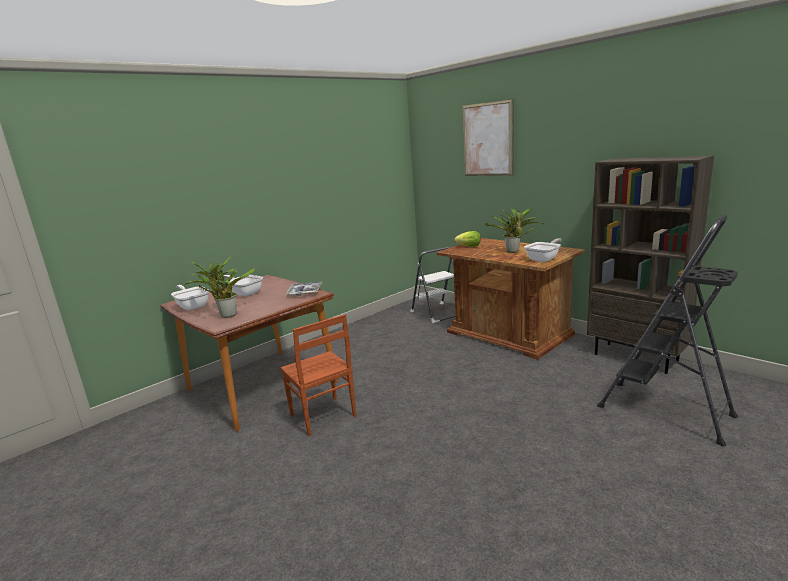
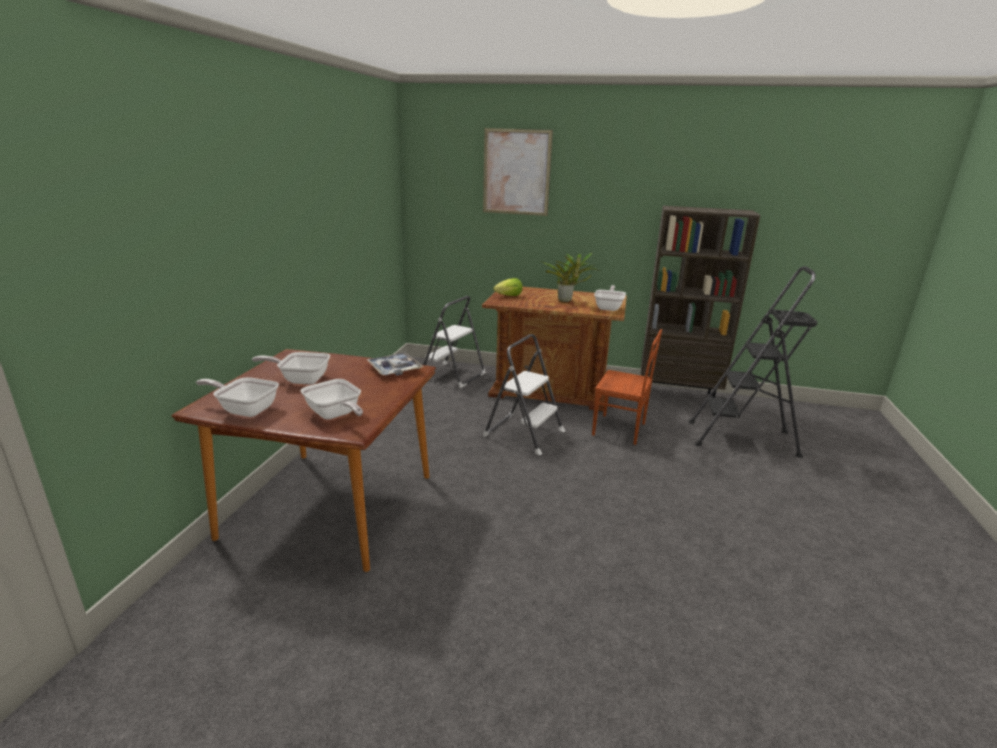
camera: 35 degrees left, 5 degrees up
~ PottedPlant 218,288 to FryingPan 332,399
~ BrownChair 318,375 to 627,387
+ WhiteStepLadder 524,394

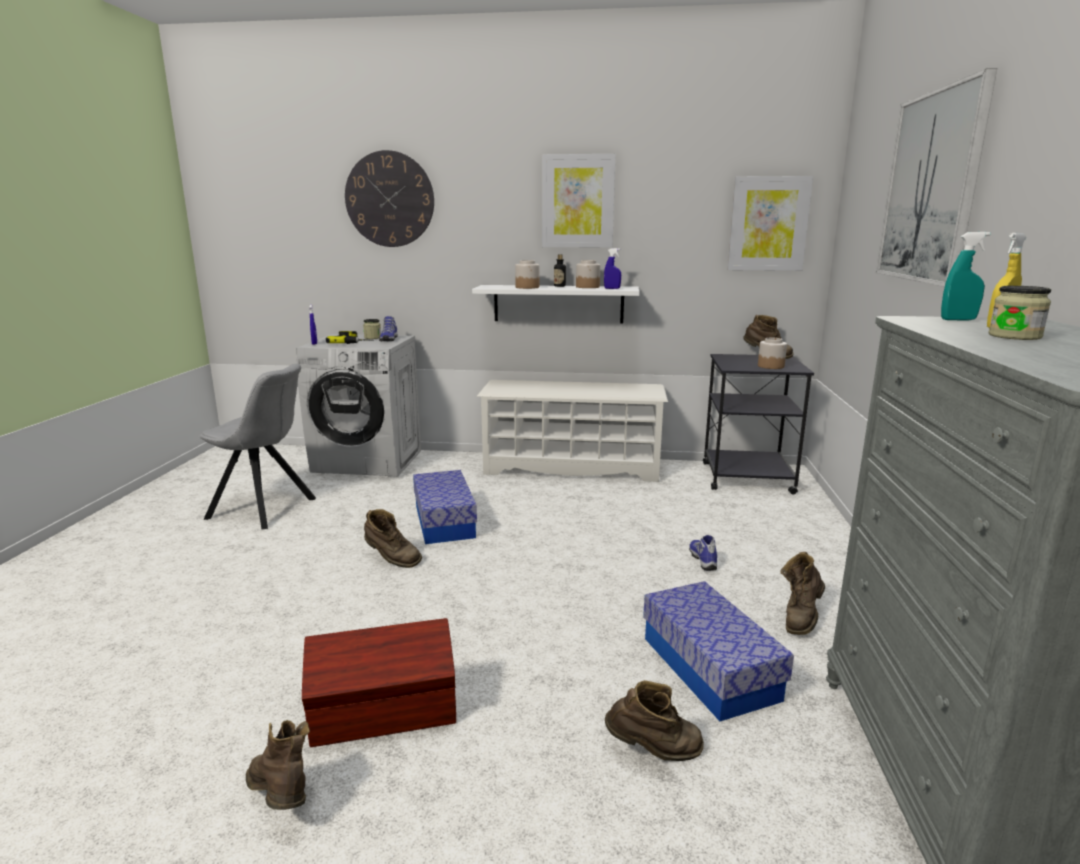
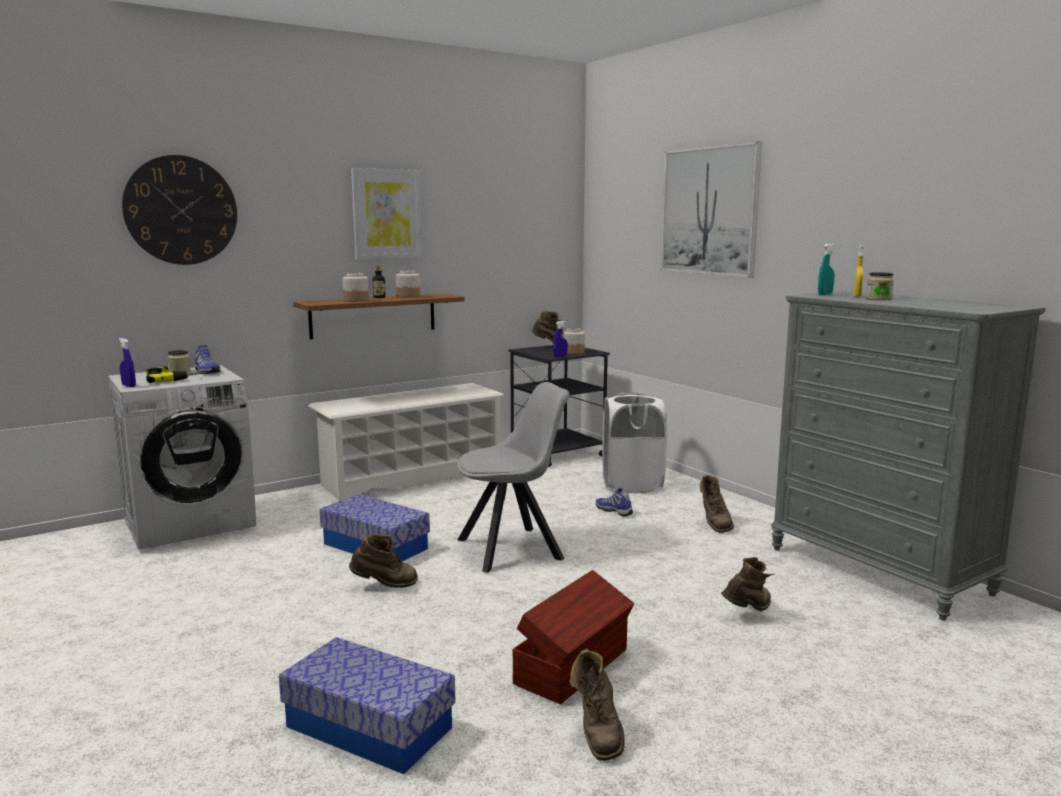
camera: 40 degrees left, 5 degrees down
~ GreyChair 258,447 to 513,477
~ BrownBoot 278,765 = 597,705 105 degrees counterclockwise
~ WhiteShelf 556,304 to BrownShelf 379,316
~ BlueSprayBottle 612,268 to 560,339
~ StorageBox 718,651 to 367,705
- Picture 770,223
+ WhiteLaundryBasket 634,442

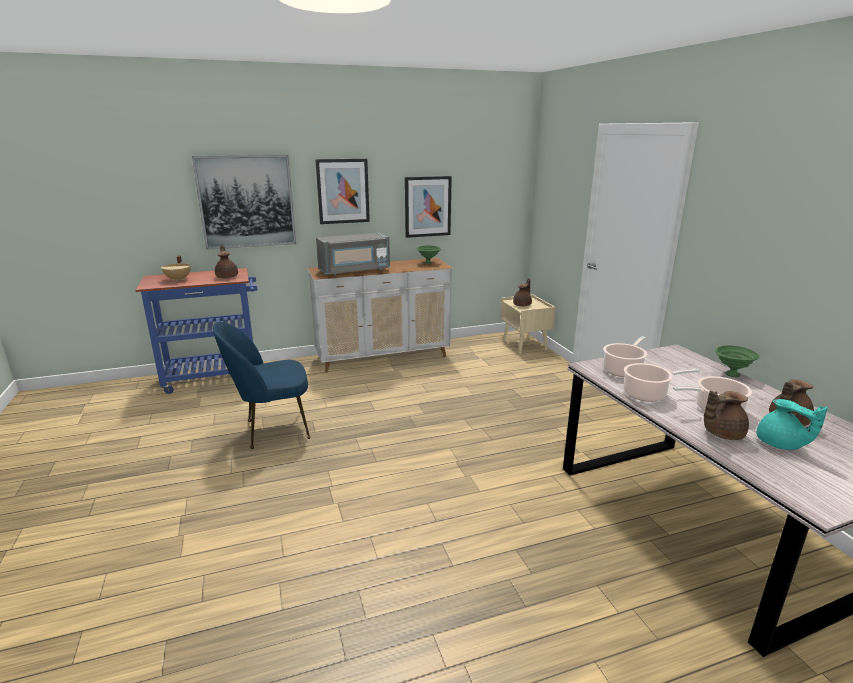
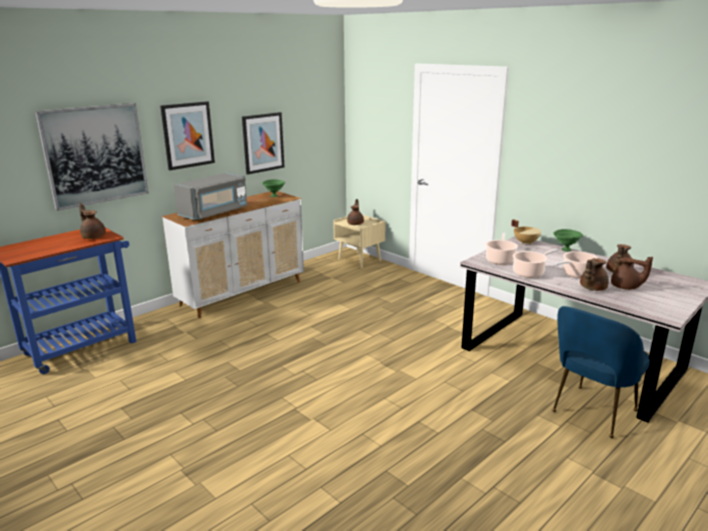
camera: 25 degrees left, 0 degrees up
~ BeigeCookingPot 176,268 to 526,232
~ BlueChair 262,385 to 601,372
~ TurquoiseTeapot 792,424 to BrownTeapot 632,273

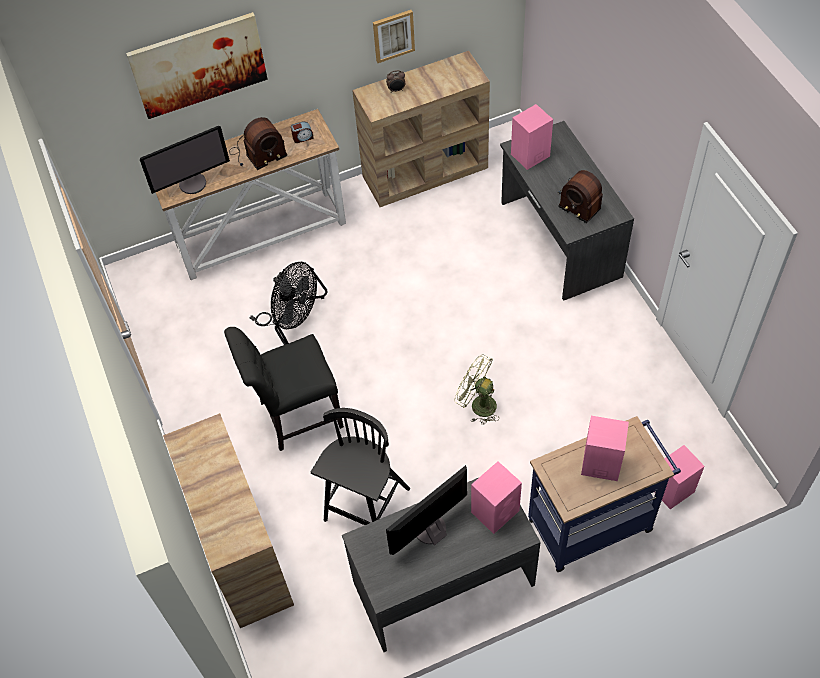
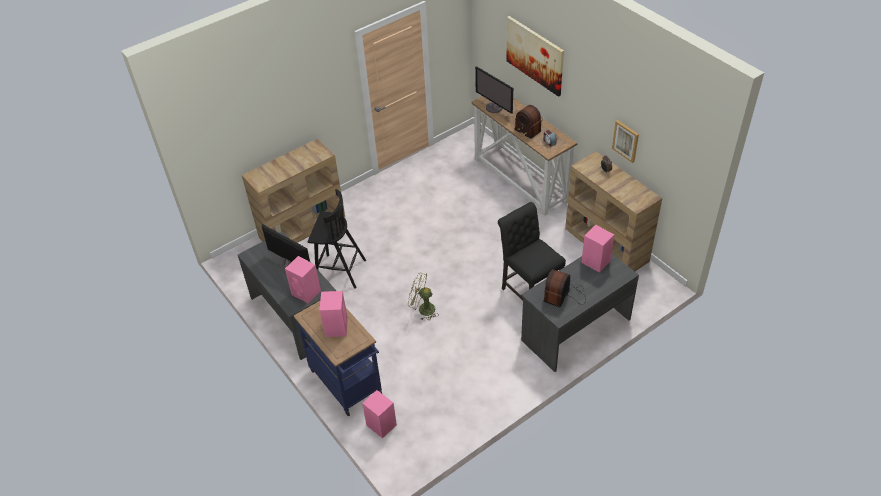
camera: 75 degrees right, 10 degrees down
~ BlackChair 284,389 to 532,251
- BlackFan 288,303
~ GreenFan 477,389 = 423,296 90 degrees counterclockwise

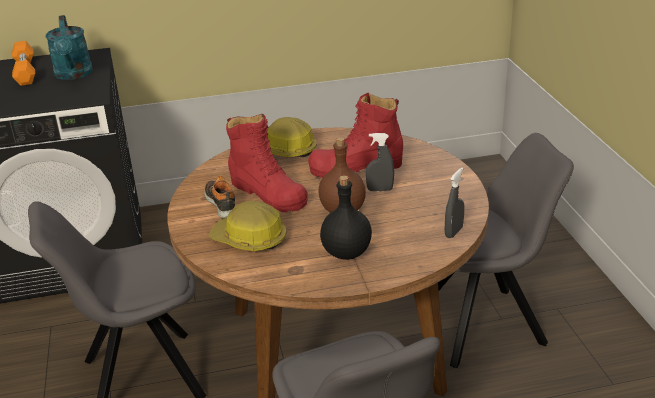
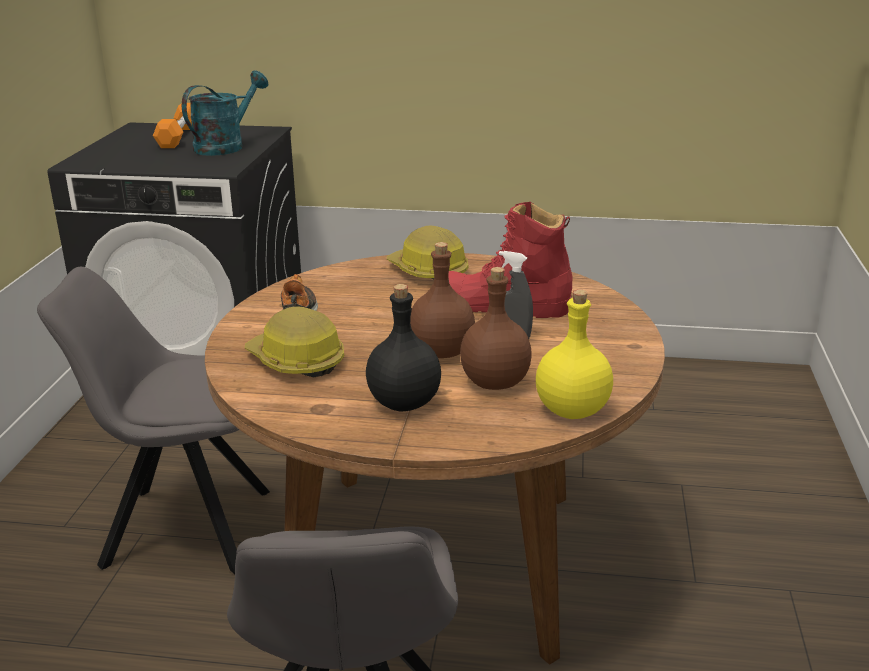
camera: 20 degrees right, 5 degrees down
~ TurquoiseWateringCan 69,47 = 225,113 150 degrees counterclockwise
- RedBoot 267,163
- GreyChair 506,250
~ GreySprayBottle 454,203 to YellowBottle 574,354
+ BrownBottle 496,328

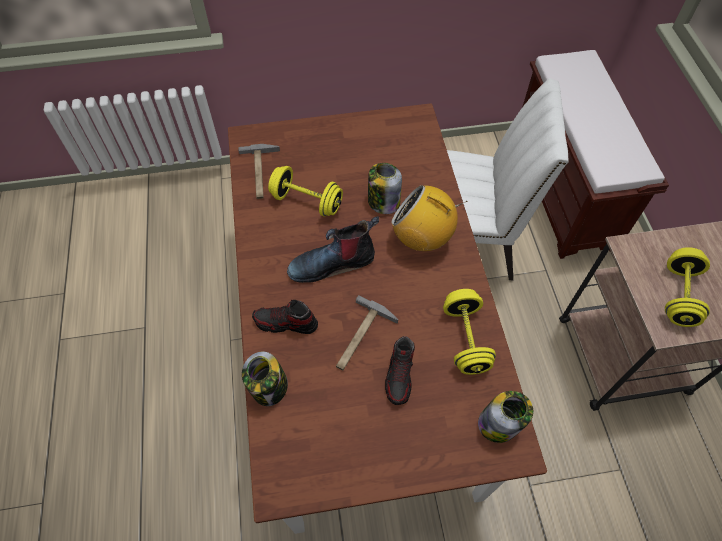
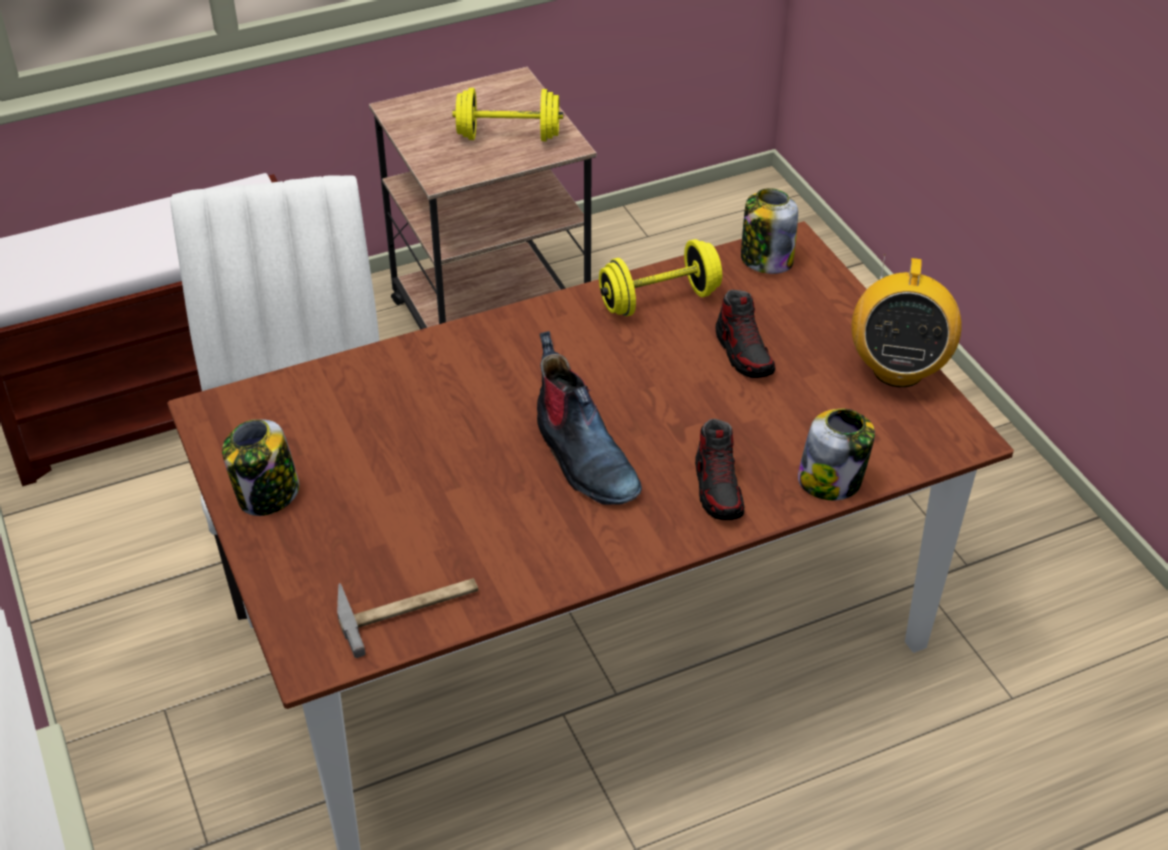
camera: 105 degrees left, 15 degrees down
- YellowDumbbell 305,191
- Hammer 367,332
~ Jar 385,188 to 260,467
~ Shoe 400,370 = 745,334 75 degrees clockwise
~ Radio 429,218 to 906,320

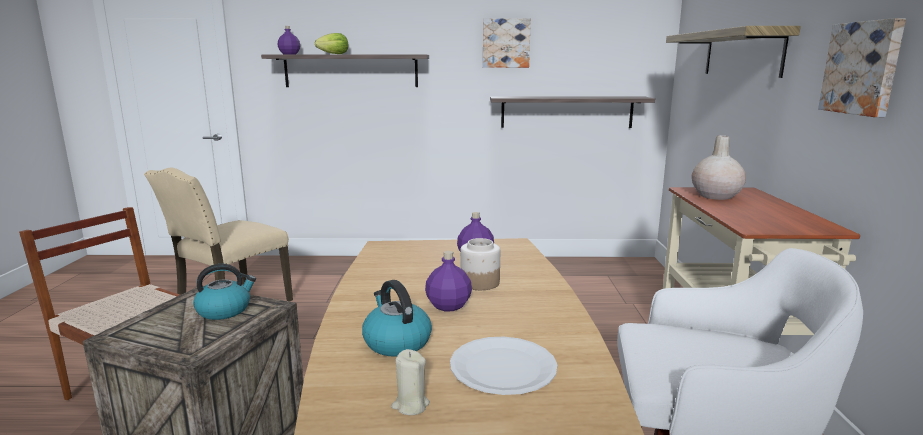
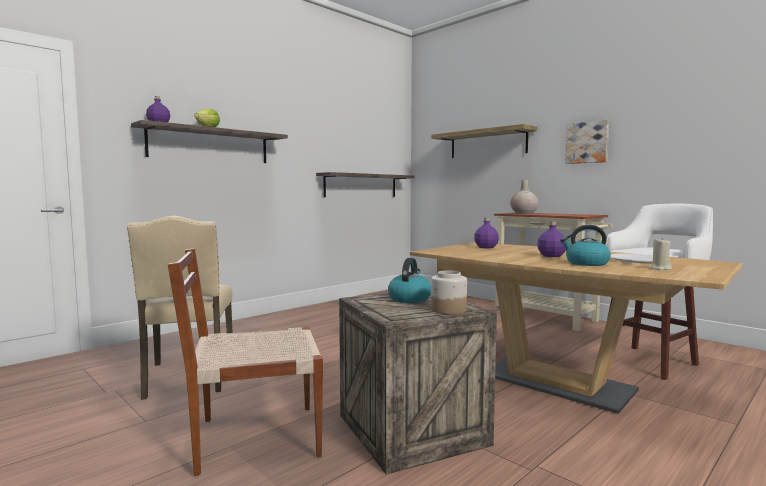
camera: 45 degrees left, 10 degrees down
~ Jar 480,264 to 449,292
- Picture 507,43

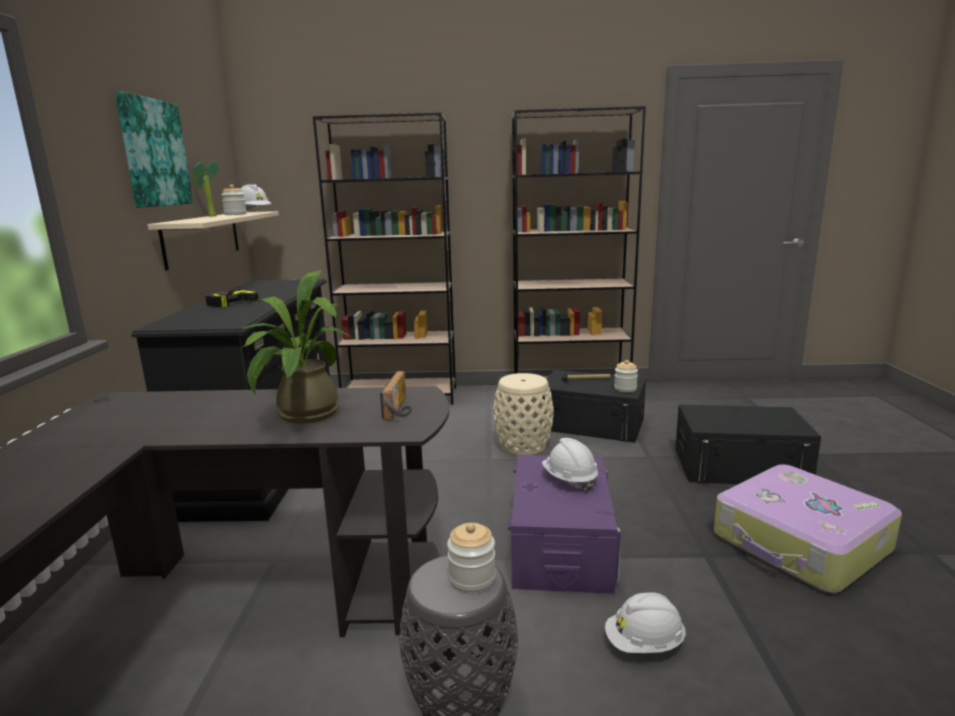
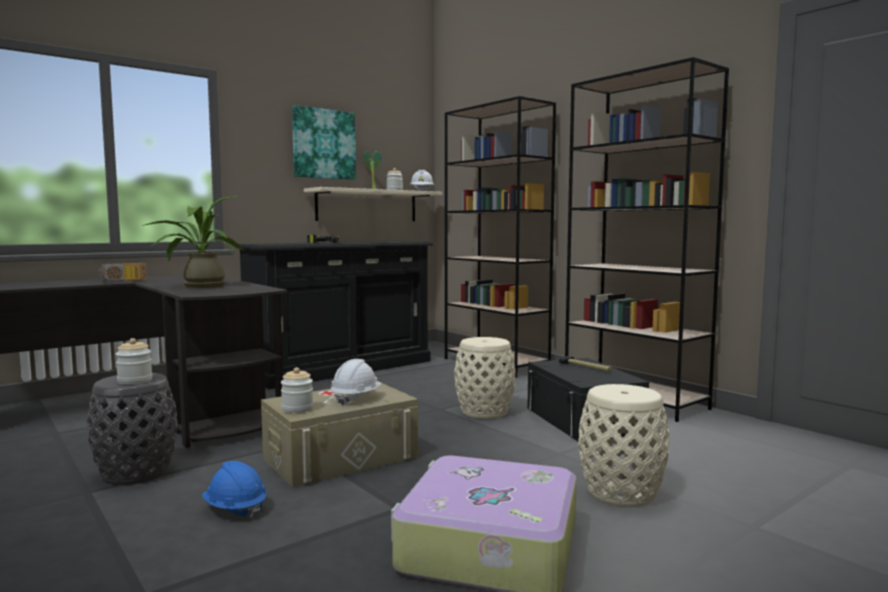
camera: 50 degrees right, 10 degrees down
~ Radio 396,395 to 123,272
~ PurpleStorageBox 564,524 to BeigeStorageBox 339,435
~ WhiteHardHat 645,623 to BlueHardHat 234,489
~ Jar 626,376 to 297,390
~ BlackStorageBox 748,444 to BeigeStool 624,445

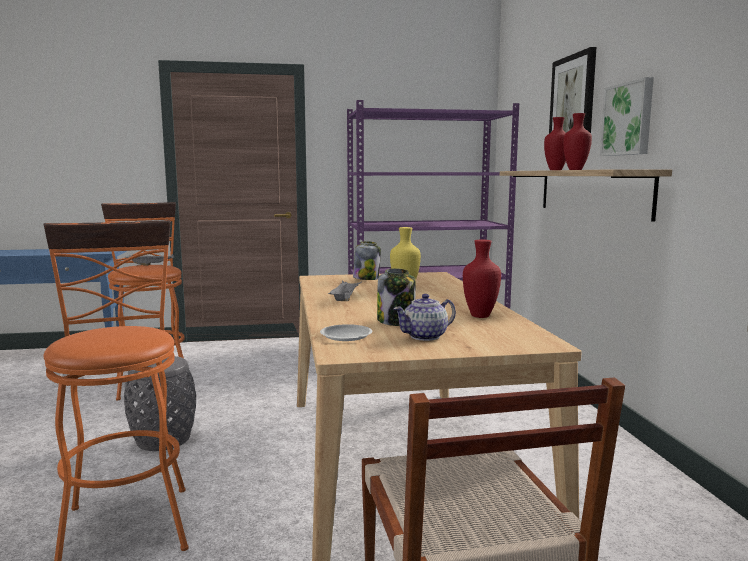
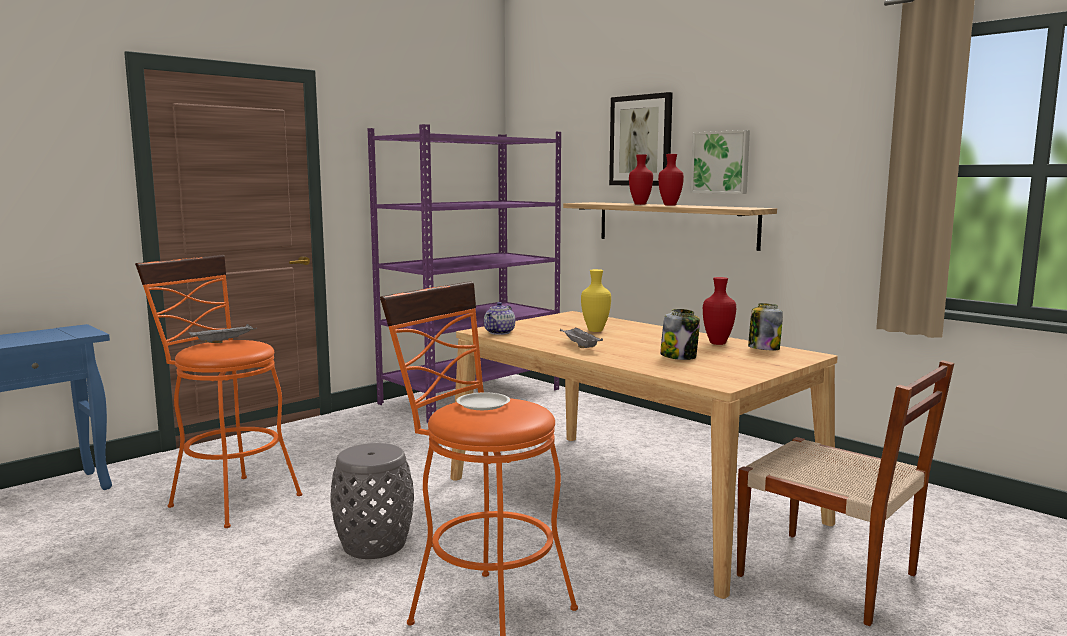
camera: 35 degrees left, 0 degrees up
~ WhitePlate 346,332 to 483,401
~ Jar 367,260 to 765,326
~ Teapot 424,317 to 499,318

